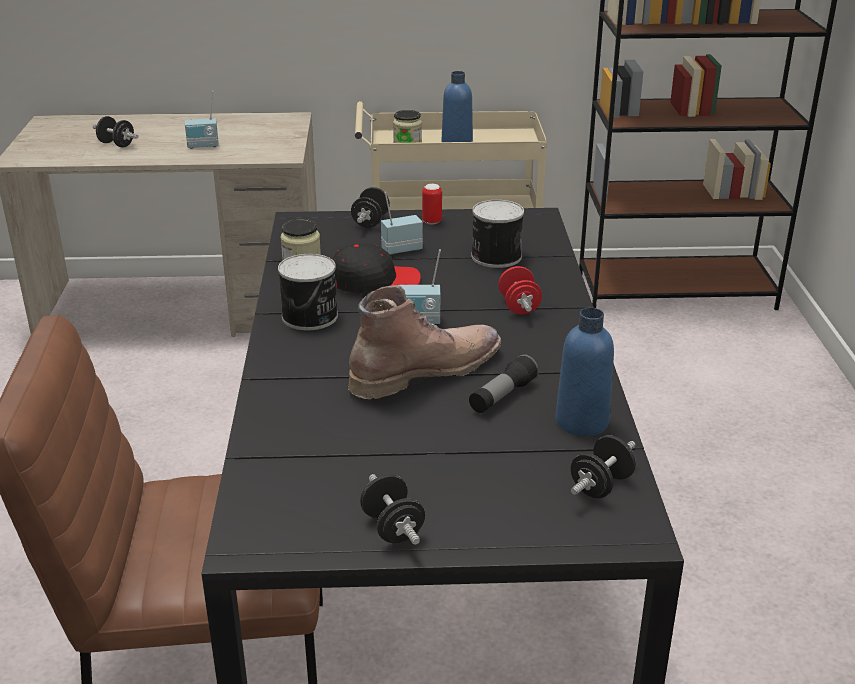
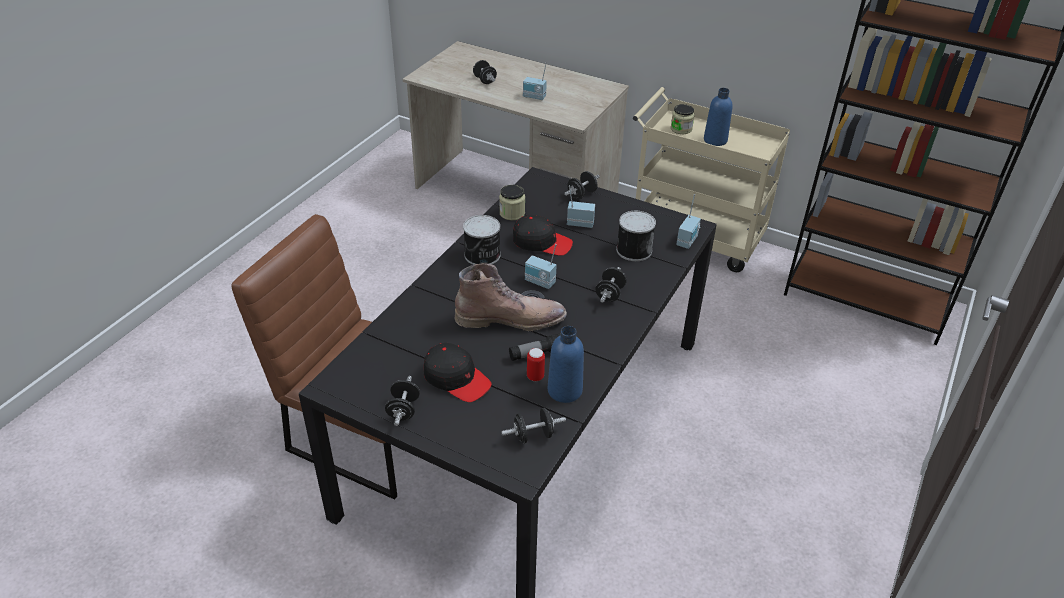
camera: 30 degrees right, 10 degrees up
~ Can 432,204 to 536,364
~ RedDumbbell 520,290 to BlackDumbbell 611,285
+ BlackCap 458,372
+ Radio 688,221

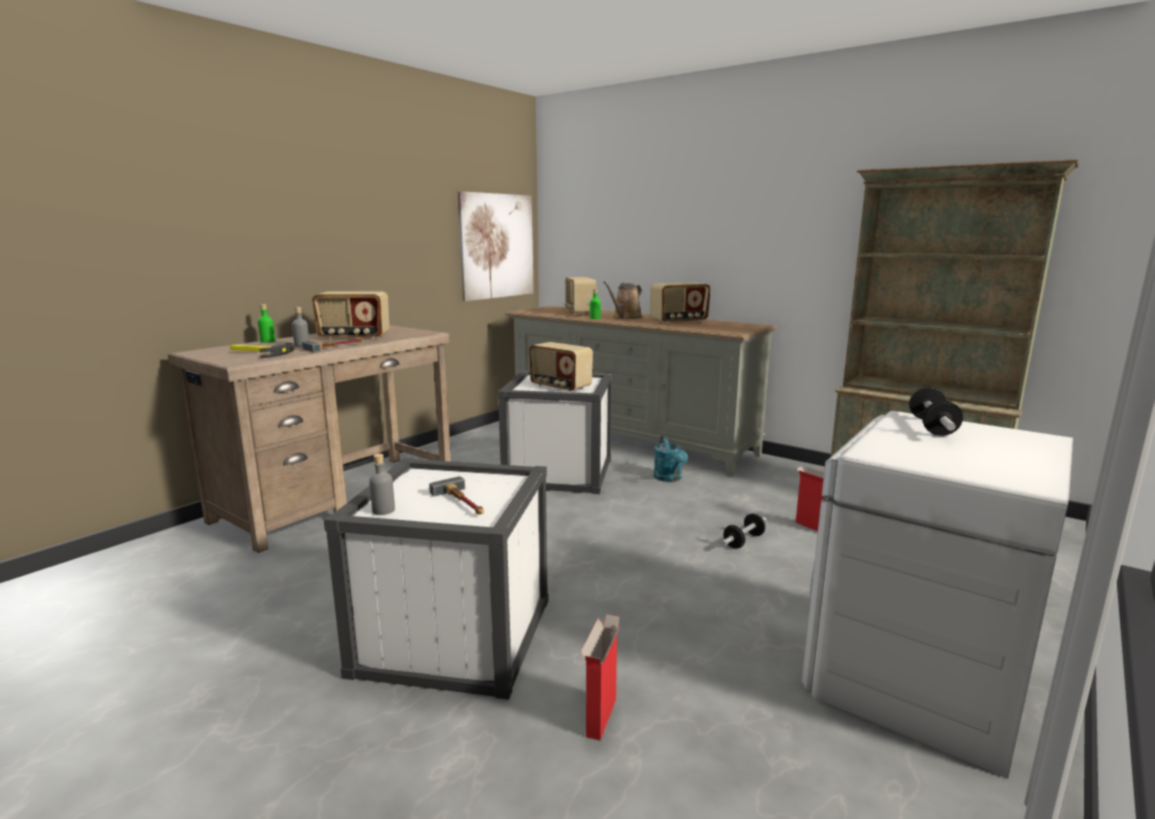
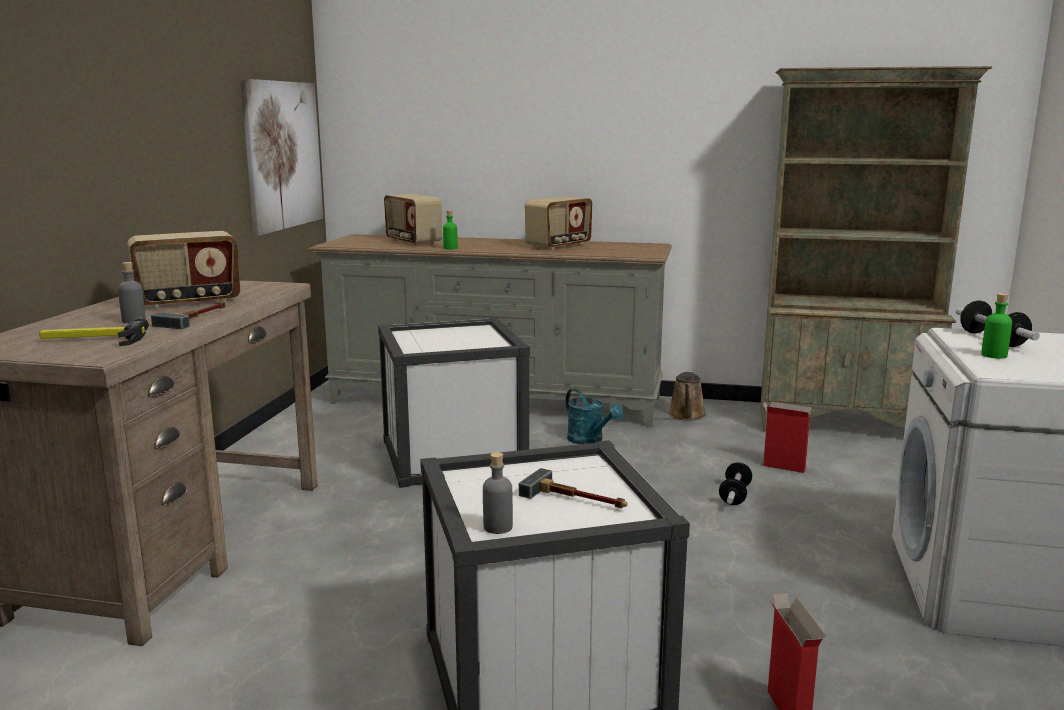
camera: 25 degrees left, 0 degrees up
~ GreenBottle 267,323 to 996,326
- Radio 561,367
~ BrownWateringCan 623,300 to 687,396

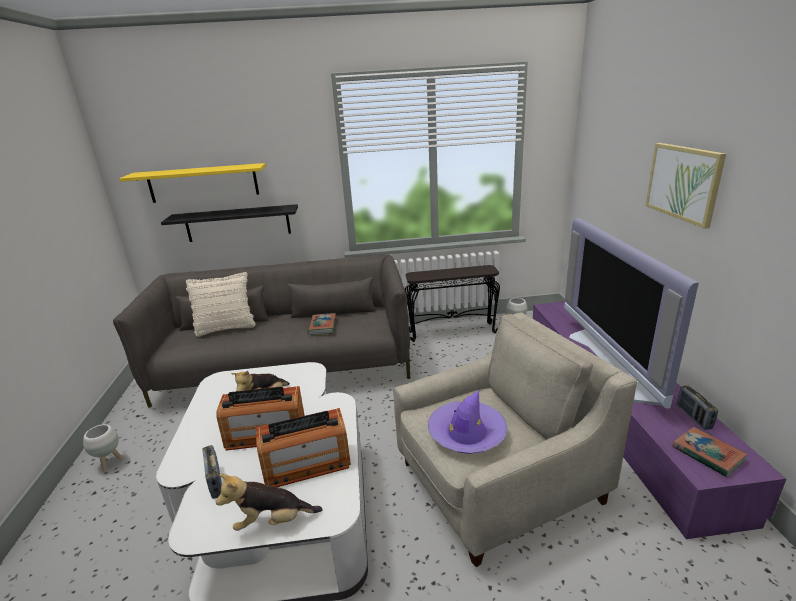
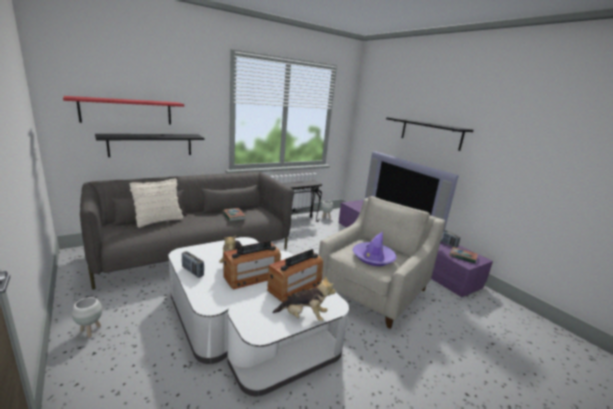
camera: 30 degrees left, 5 degrees down
~ YellowShelf 192,183 to RedShelf 123,110
~ Radio 212,472 to 193,264
~ PlushToy 269,502 = 304,298 135 degrees counterclockwise
~ Picture 685,186 to BlackShelf 429,134

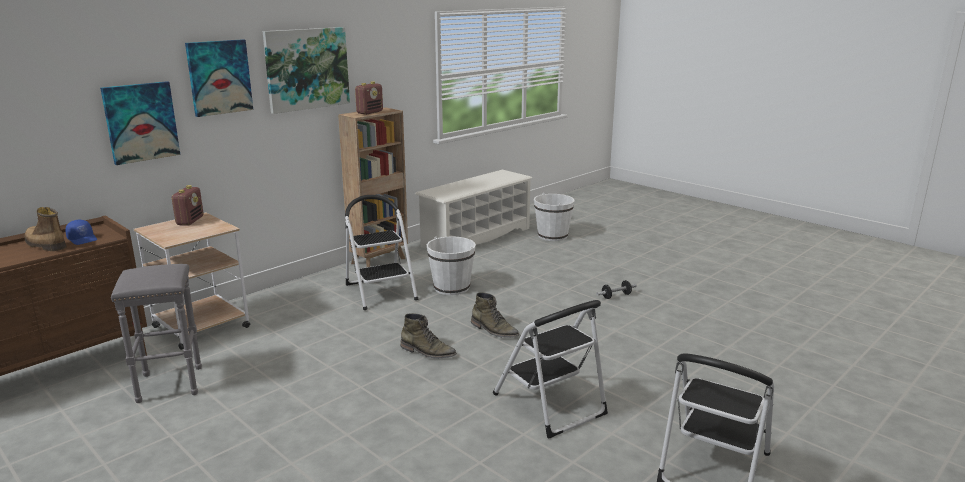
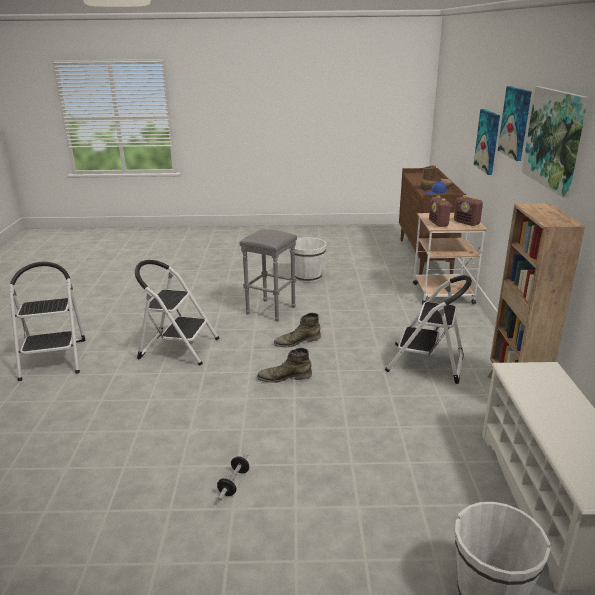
camera: 135 degrees right, 5 degrees up
~ GreyStool 156,333 to 268,275
~ Radio 369,98 to 440,211
~ WhiteBucket 451,265 to 308,260

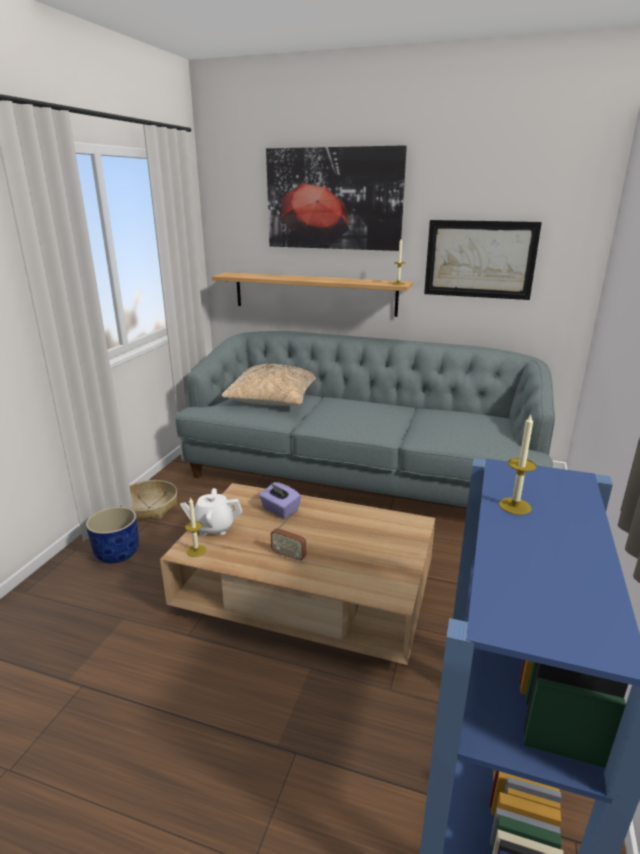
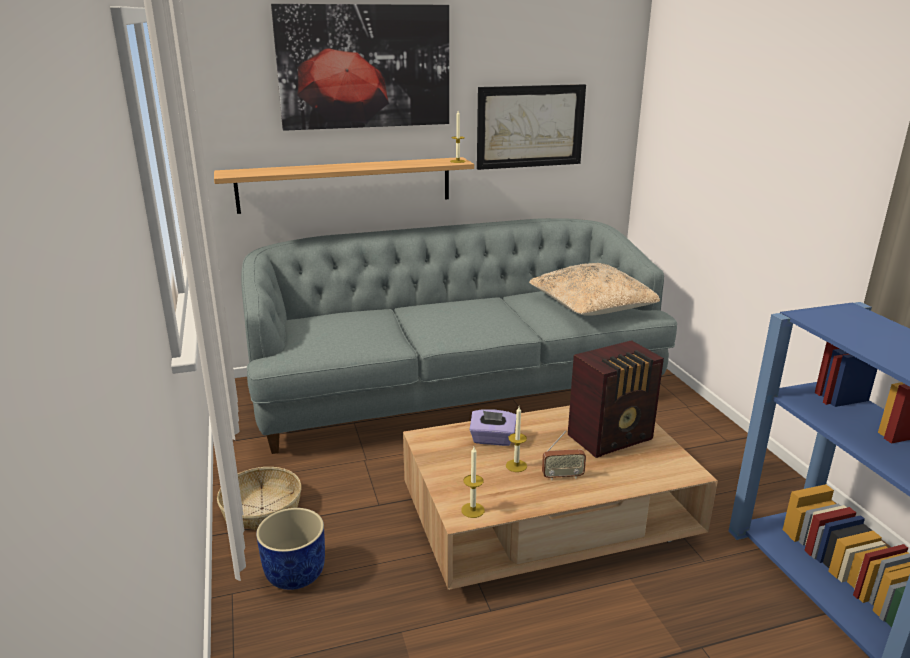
camera: 35 degrees left, 0 degrees up
- WhiteTeapot 211,512
~ BeigePillow 269,385 to 594,289
~ Candle 518,464 to 516,439
+ Radio 616,399

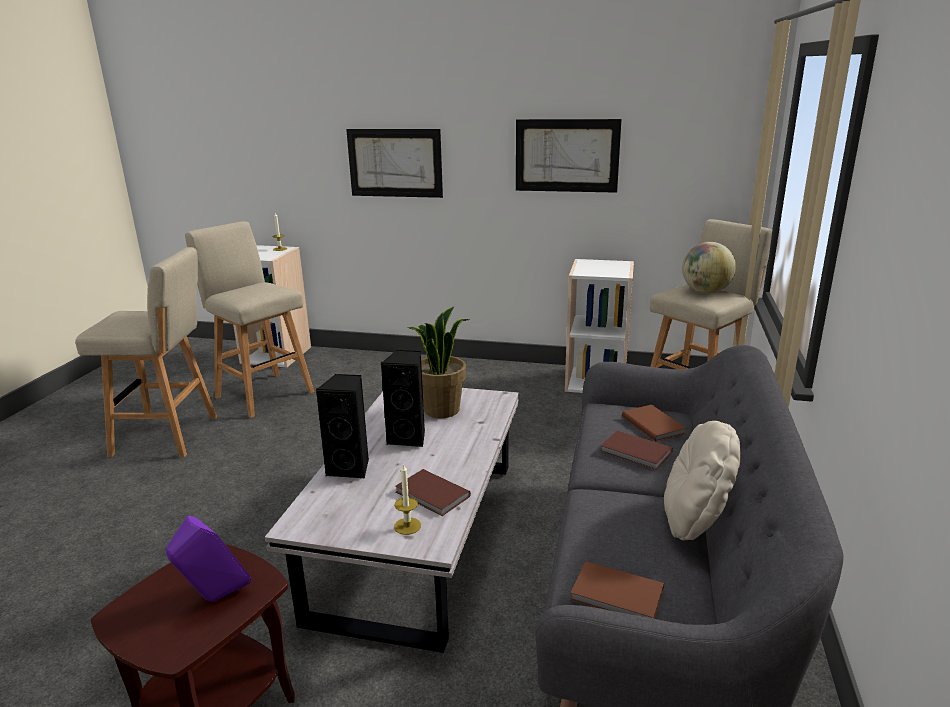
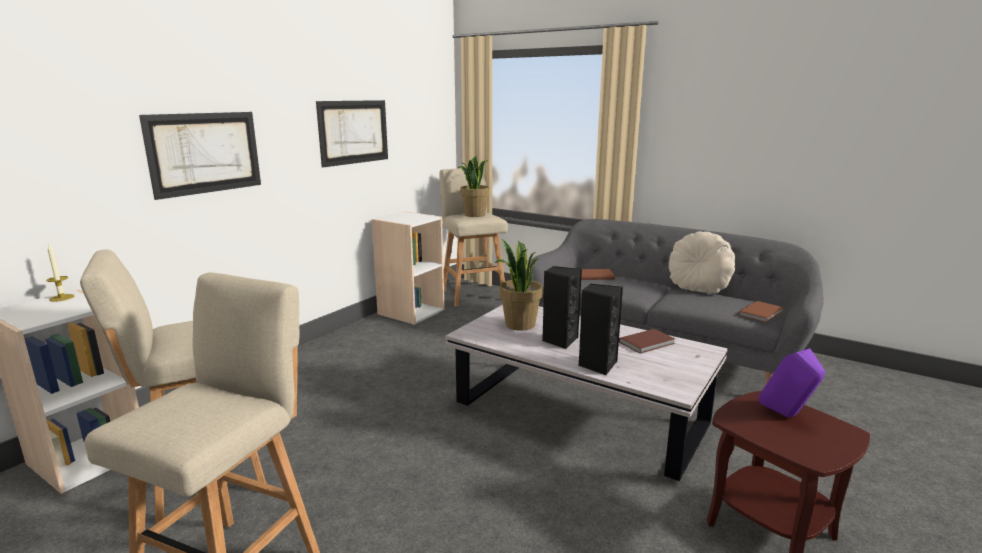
camera: 70 degrees left, 5 degrees down
- Candle 407,499
- BrownBook 636,450
~ Globe 709,267 to PottedPlant 473,186

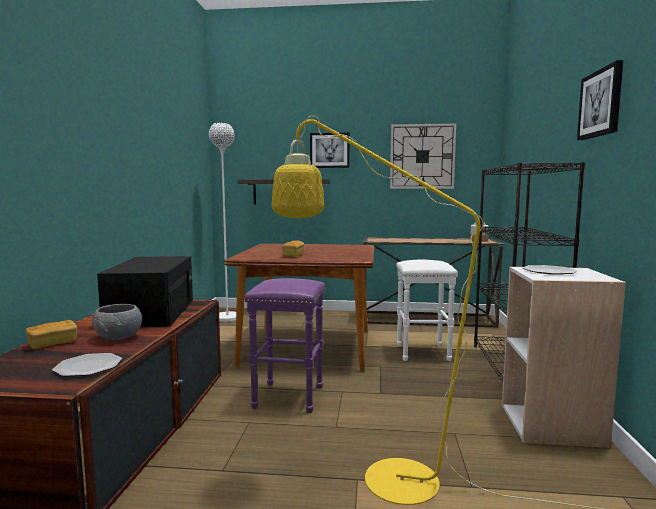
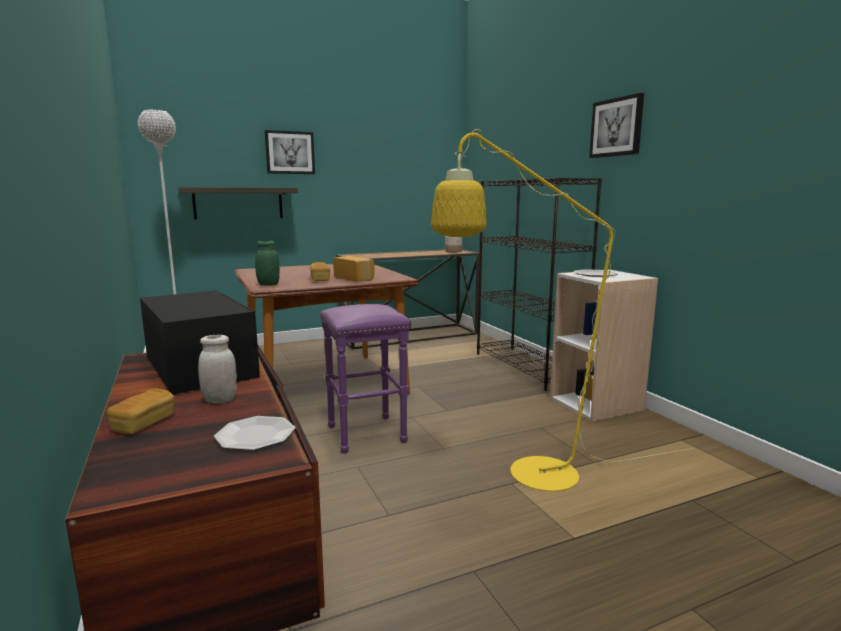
camera: 30 degrees left, 5 degrees up
~ GreyBowl 117,322 to WhiteJar 217,369
- WallClock 423,156
- WhiteStool 427,310
+ GreenJar 267,263
+ Bread 354,269

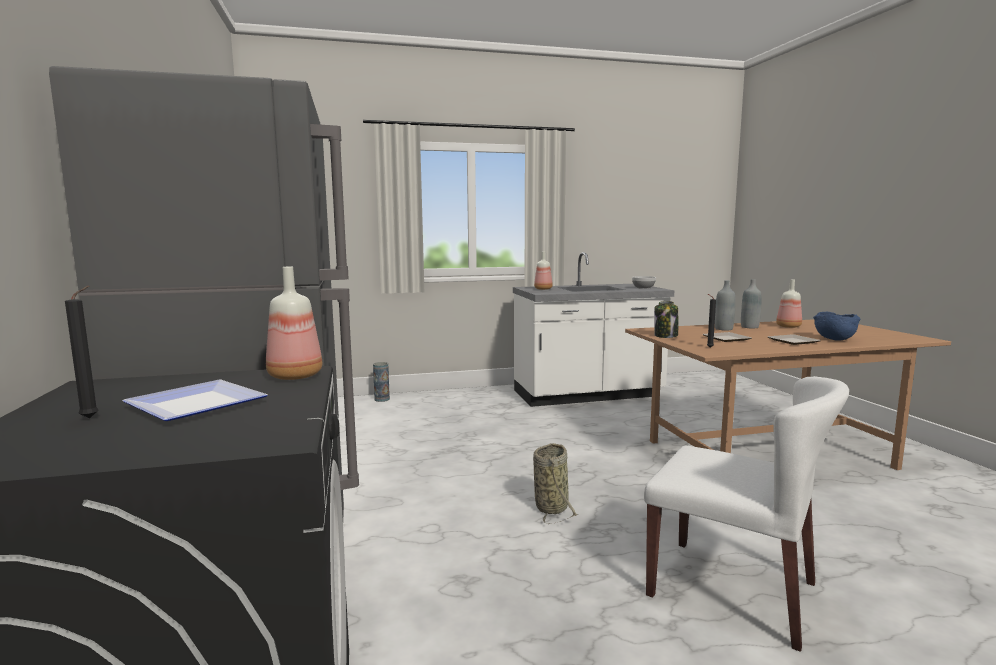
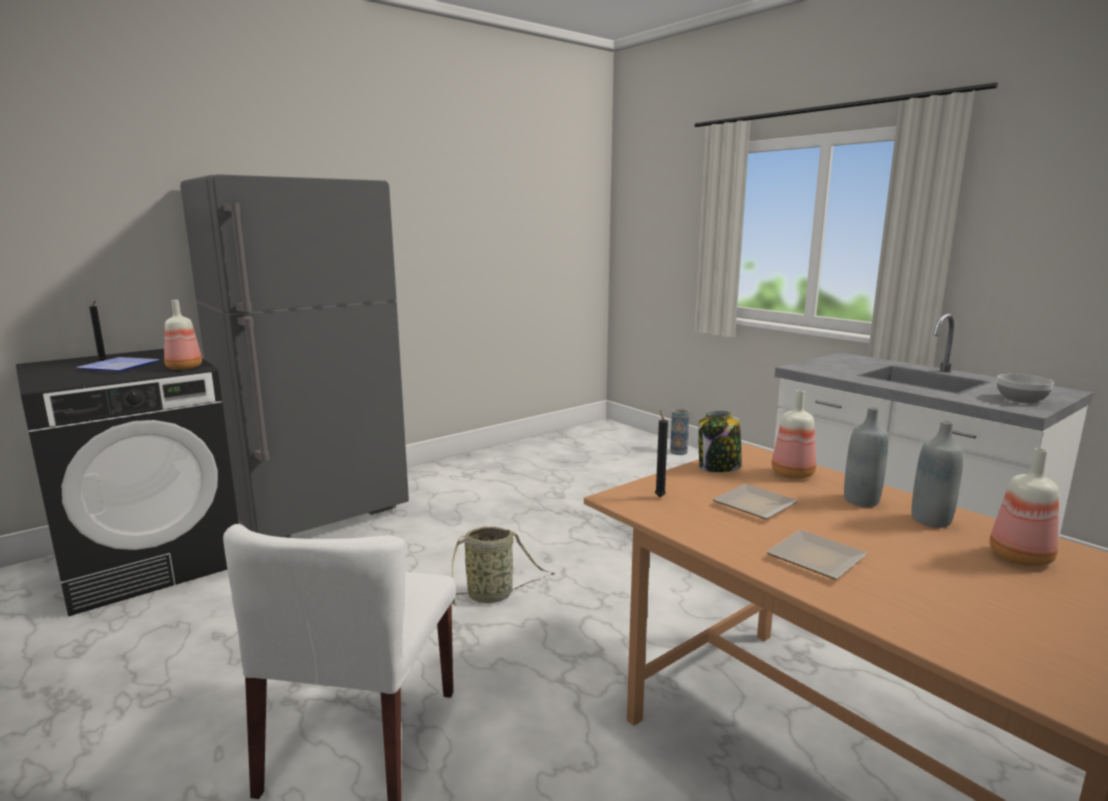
camera: 65 degrees right, 5 degrees up
~ Bottle 543,270 to 793,434
- BlueBowl 837,326

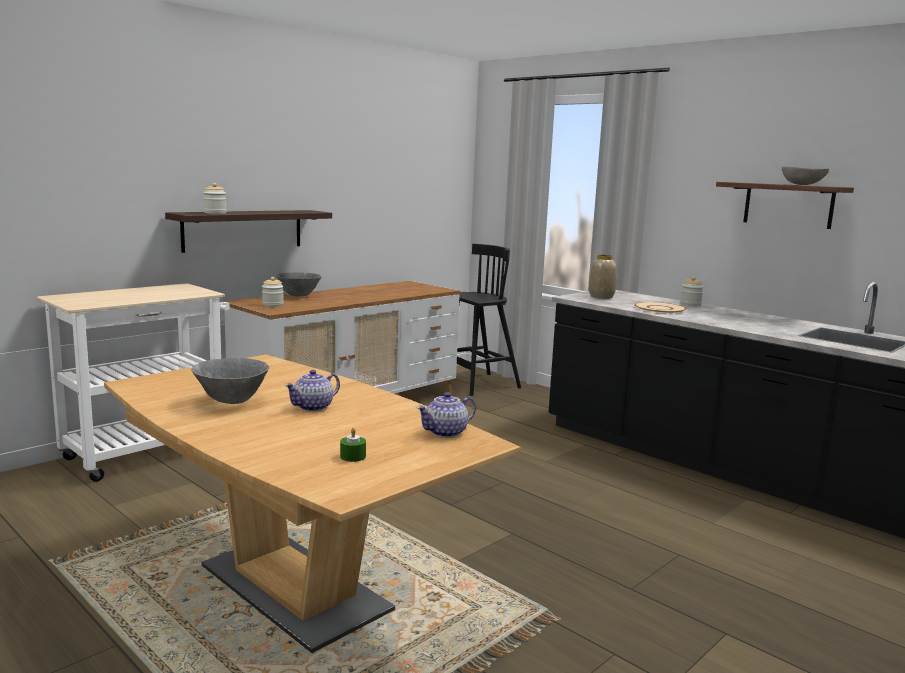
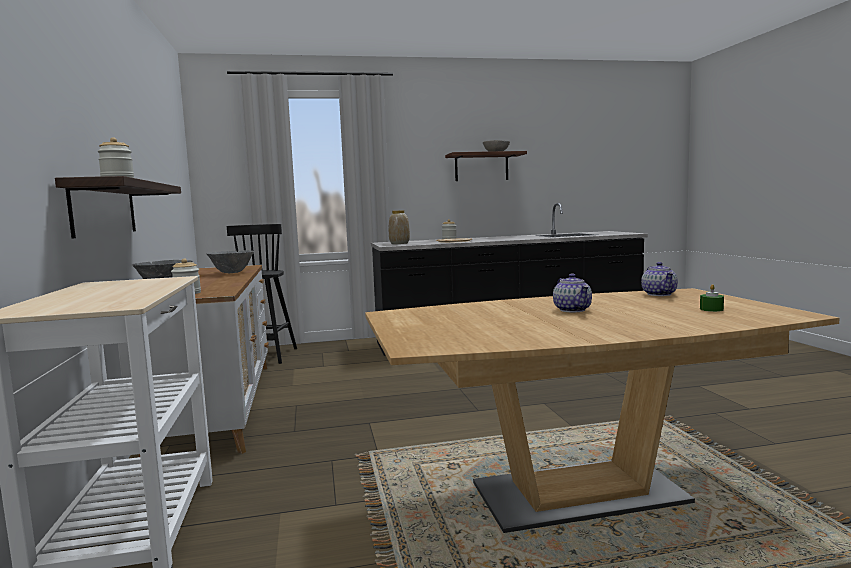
camera: 55 degrees left, 5 degrees down
~ GreyBowl 230,381 to 230,261

